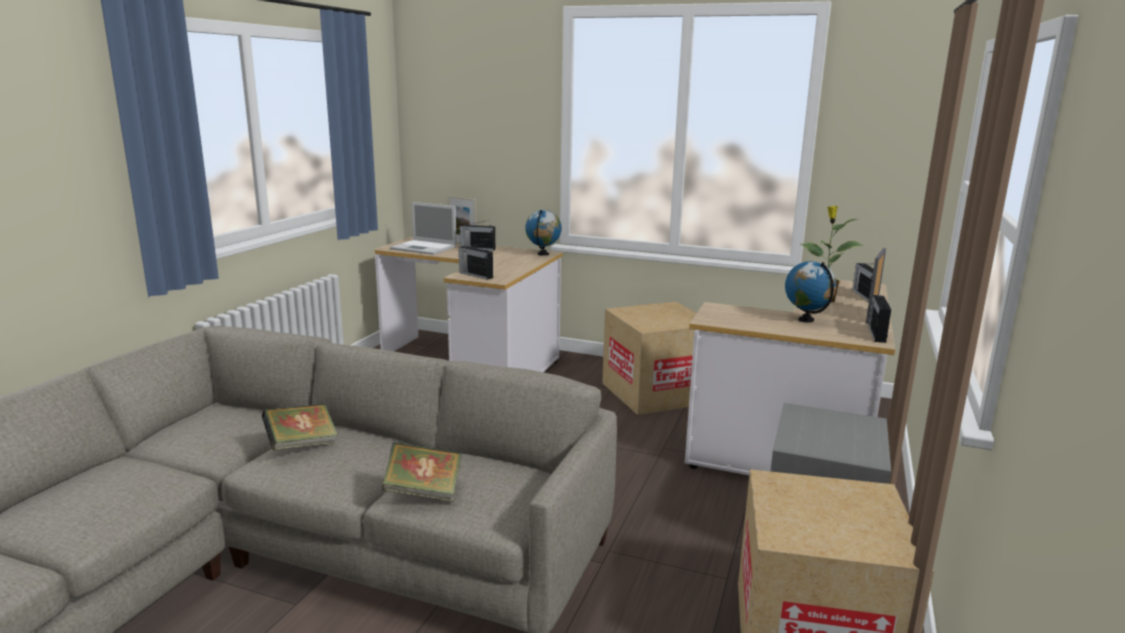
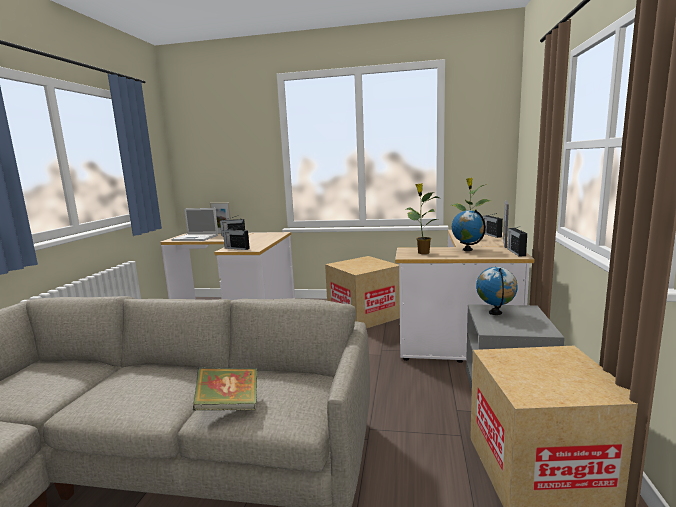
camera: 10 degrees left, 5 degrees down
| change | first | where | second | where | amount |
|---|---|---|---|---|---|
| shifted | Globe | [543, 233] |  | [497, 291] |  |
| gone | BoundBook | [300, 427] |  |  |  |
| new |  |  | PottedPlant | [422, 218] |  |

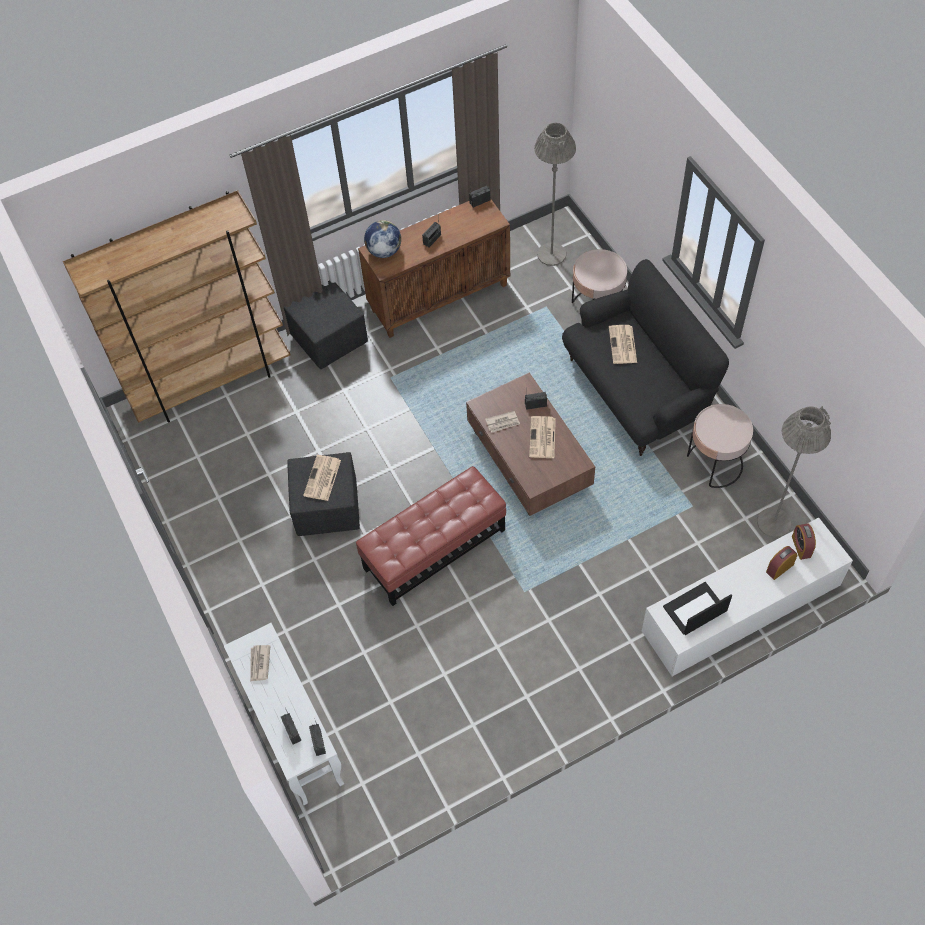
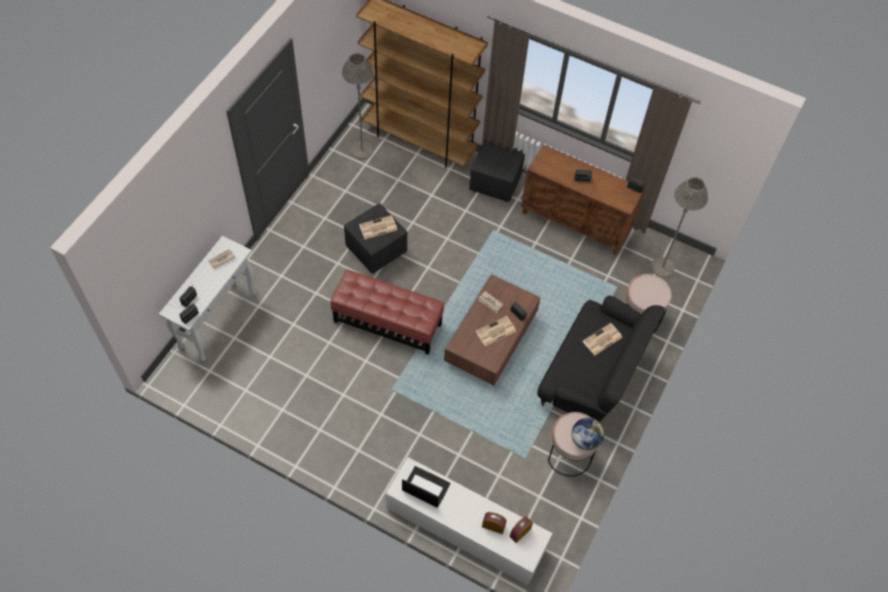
camera: 50 degrees right, 0 degrees up
| change | first | where | second | where | amount |
|---|---|---|---|---|---|
| shifted | Globe | [382, 239] |  | [587, 434] |  |
| shifted | GreyStandingLamp | [794, 472] |  | [357, 106] |  |

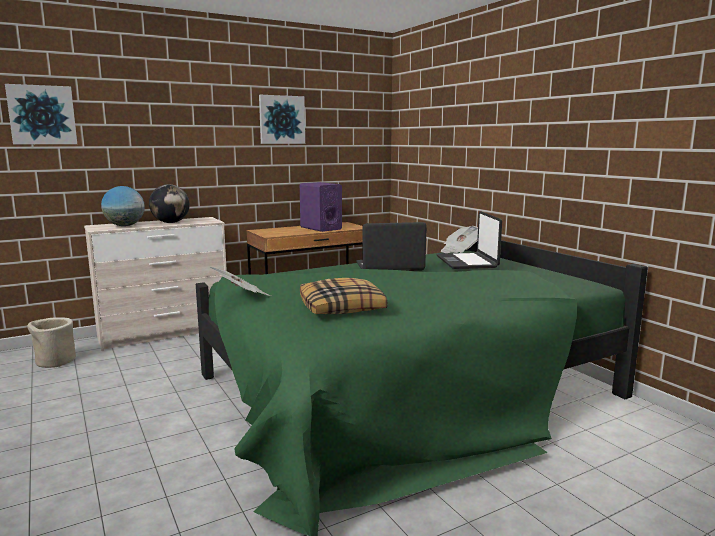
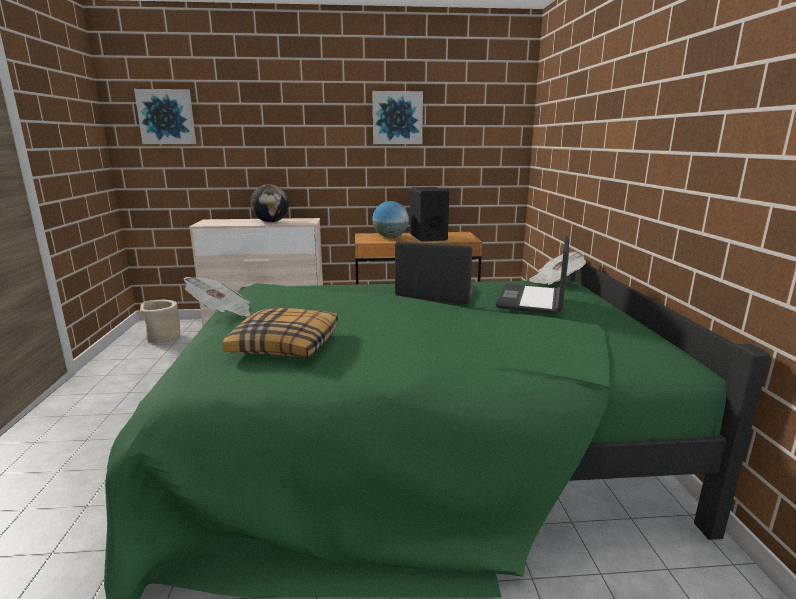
camera: 25 degrees right, 5 degrees up
| change | first | where | second | where | amount |
|---|---|---|---|---|---|
| repainted | PurpleSpeaker | [321, 207] | BlackishSpeaker | [429, 214] |  |
| shifted | Globe | [123, 206] |  | [390, 219] |  |

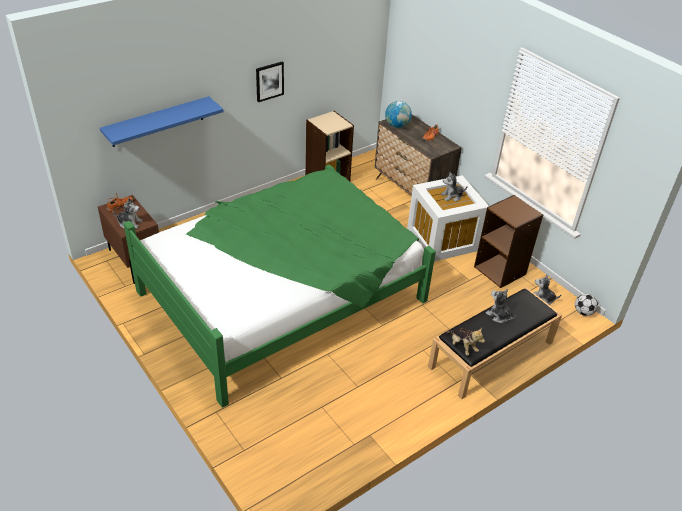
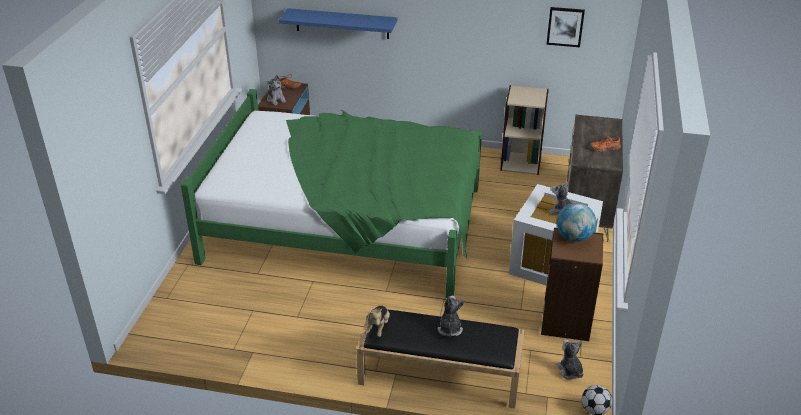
camera: 50 degrees right, 5 degrees down
| change | first | where | second | where | amount |
|---|---|---|---|---|---|
| shifted | Picture | [270, 81] |  | [565, 27] |  |
| shifted | Globe | [398, 114] |  | [576, 222] |  |

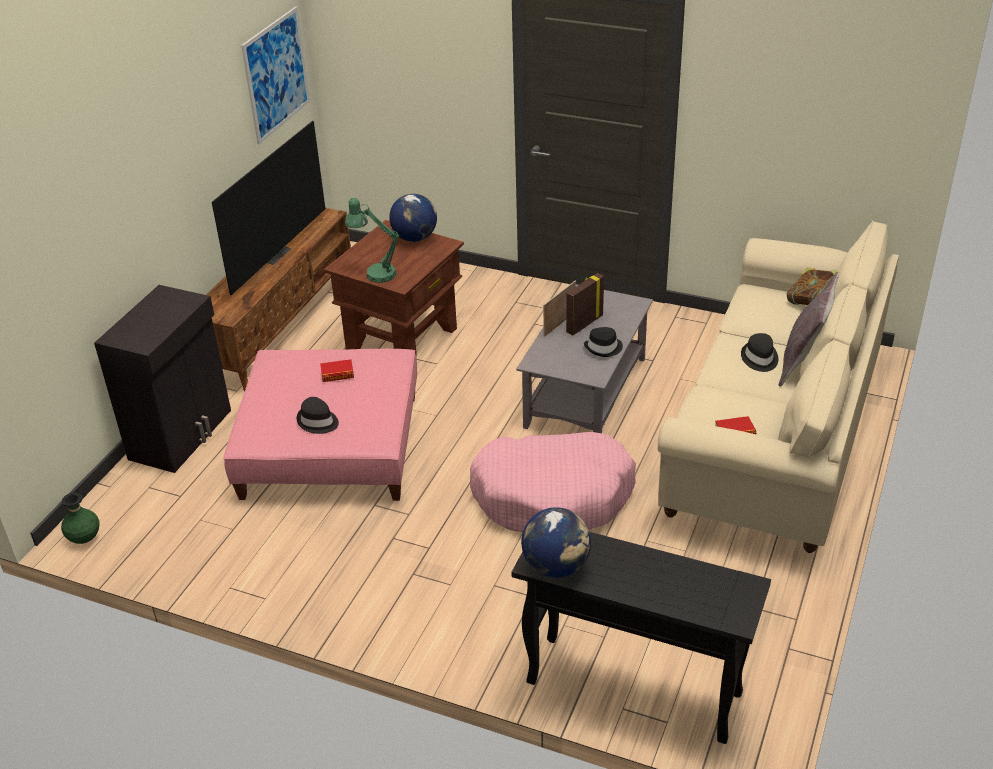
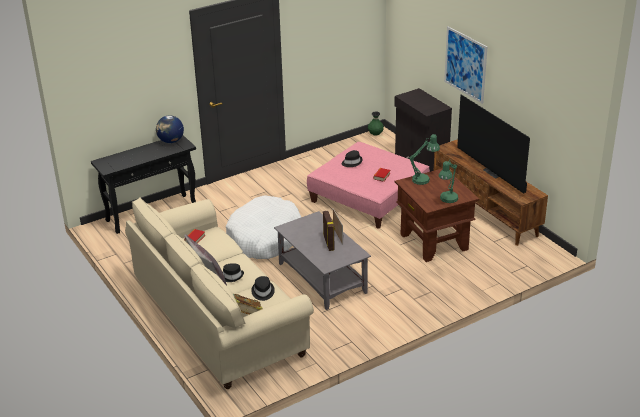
camera: 125 degrees right, 5 degrees down
| change | first | where | second | where | amount |
|---|---|---|---|---|---|
| shifted | Picture | [275, 75] |  | [465, 65] |  |
| swapped | Globe | [413, 218] | GreenColouredTableLamp | [448, 182] |  |
| shifted | BlackishHat | [603, 342] |  | [263, 288] |  |
| repainted | PinkishDogCushion | [553, 482] | WhiteColouredDogCushion | [263, 227] |  |

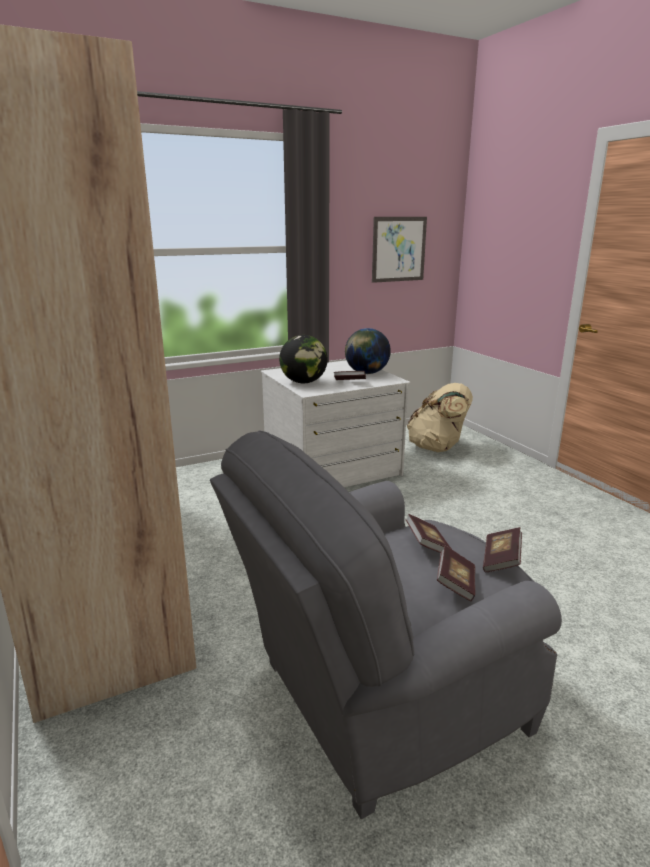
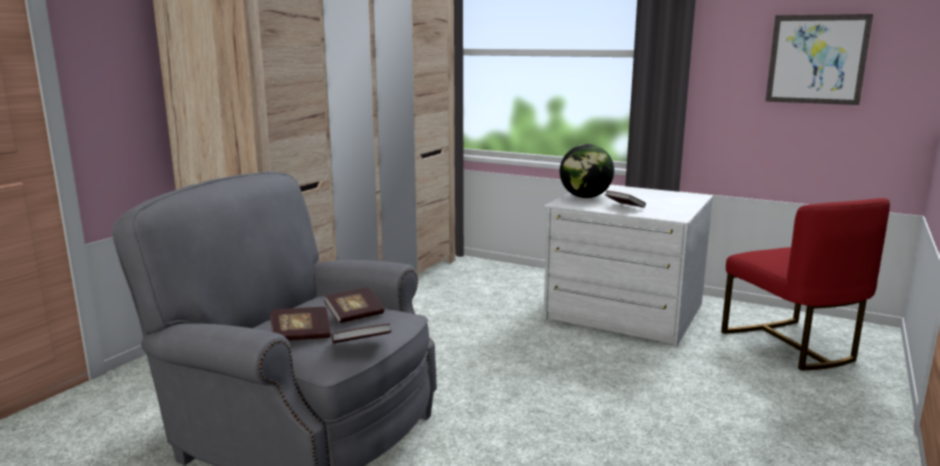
camera: 55 degrees right, 5 degrees down
| change | first | where | second | where | amount |
|---|---|---|---|---|---|
| gone | Globe | [368, 351] |  |  |  |
| swapped | BeigeColouredRucksack | [440, 417] | ReddishChair | [805, 284] |  |

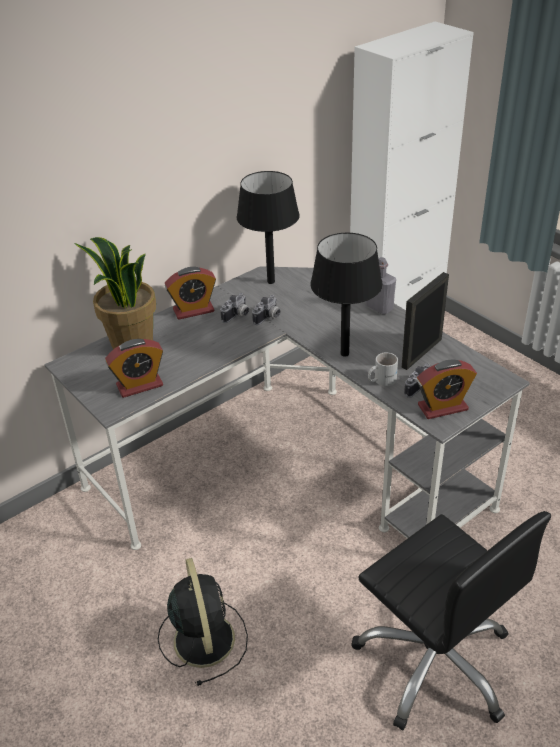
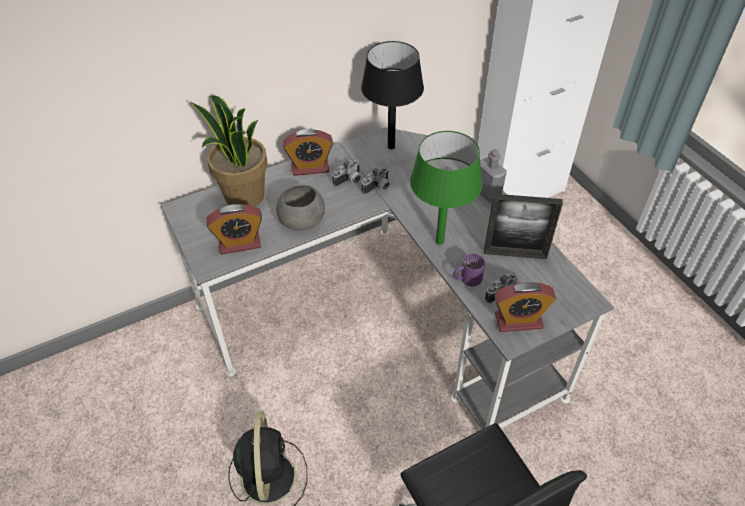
camera: 10 degrees right, 10 degrees up
| change | first | where | second | where | amount |
|---|---|---|---|---|---|
| repainted | BlackishTableLamp | [346, 295] | GreenColouredTableLamp | [446, 188] |  |
| rotated | PhotoFrame | [425, 321] |  | [523, 226] | 135 degrees counterclockwise |
| repainted | WhiteColouredMug | [383, 369] | PurpleMug | [469, 270] |  |
| new |  |  | GreyServingBowl | [300, 207] |  |

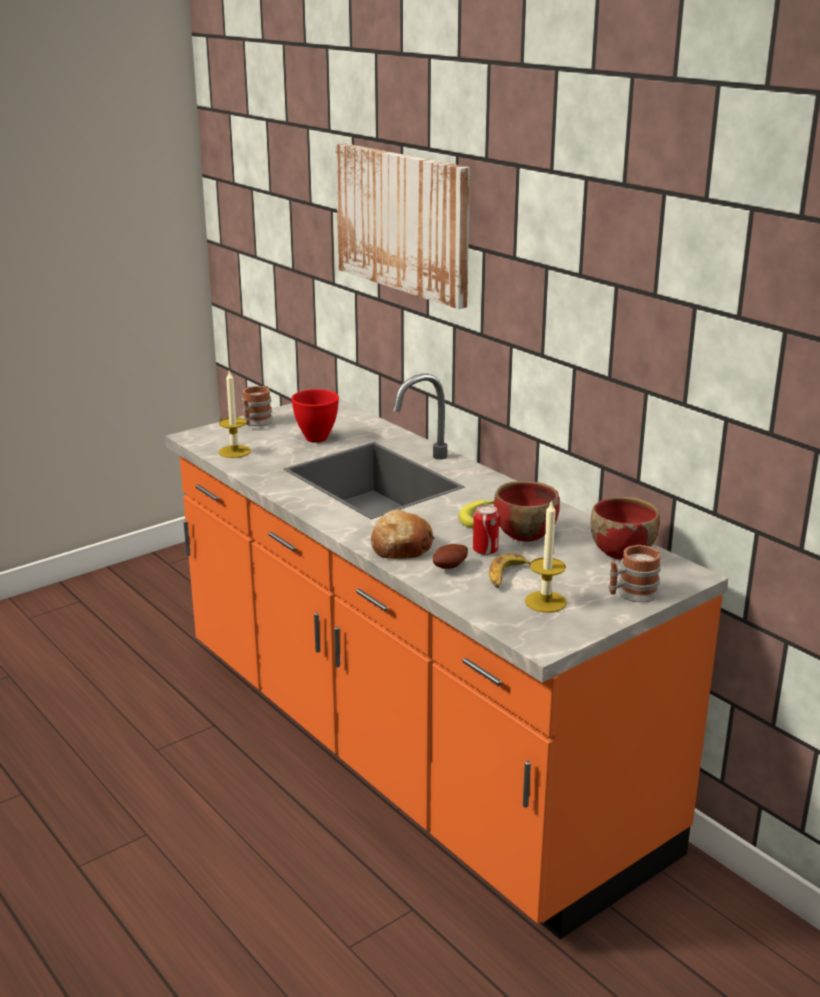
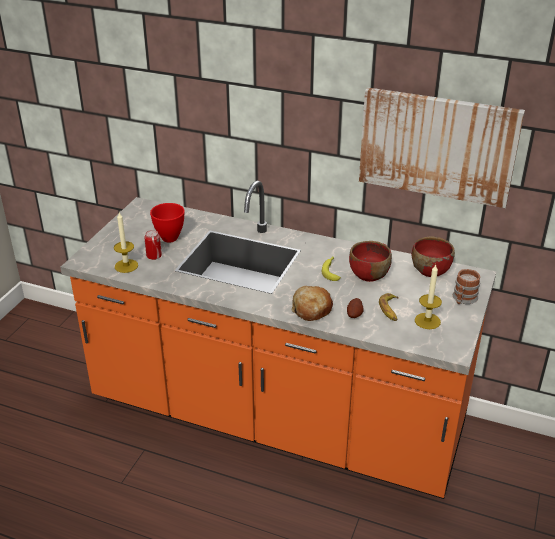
camera: 30 degrees left, 10 degrees up
| change | first | where | second | where | amount |
|---|---|---|---|---|---|
| shifted | Picture | [402, 226] |  | [442, 147] |  |
| gone | Mug | [257, 406] |  |  |  |
| shifted | Can | [486, 530] |  | [153, 245] |  |

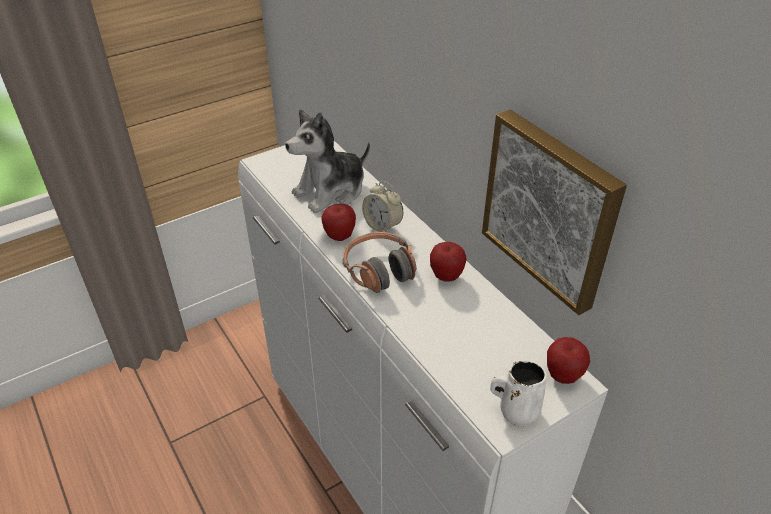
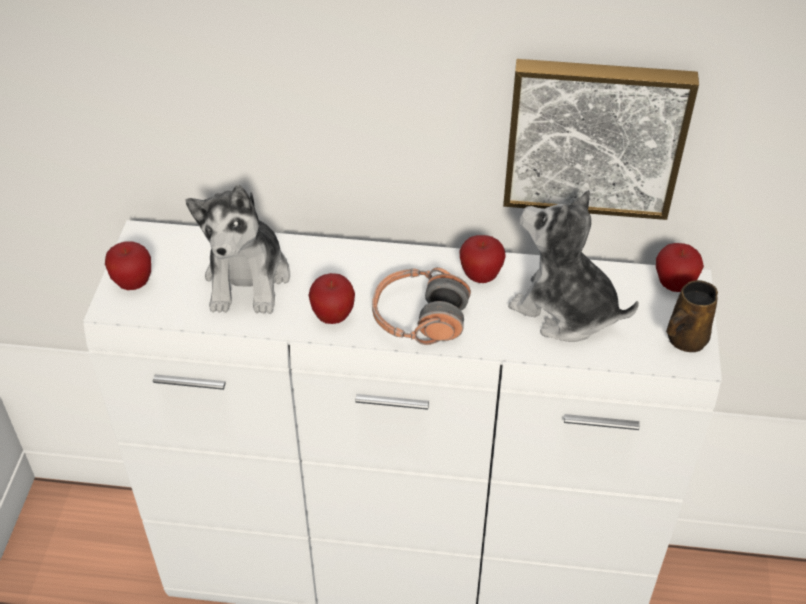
camera: 50 degrees left, 5 degrees up
| change | first | where | second | where | amount |
|---|---|---|---|---|---|
| gone | TableClock | [382, 207] |  |  |  |
| repainted | WhiteColouredMug | [518, 393] | BrownishMug | [692, 316] |  |
| new |  |  | SoftToy | [573, 266] |  |
| new |  |  | AppleFruit | [128, 266] |  |

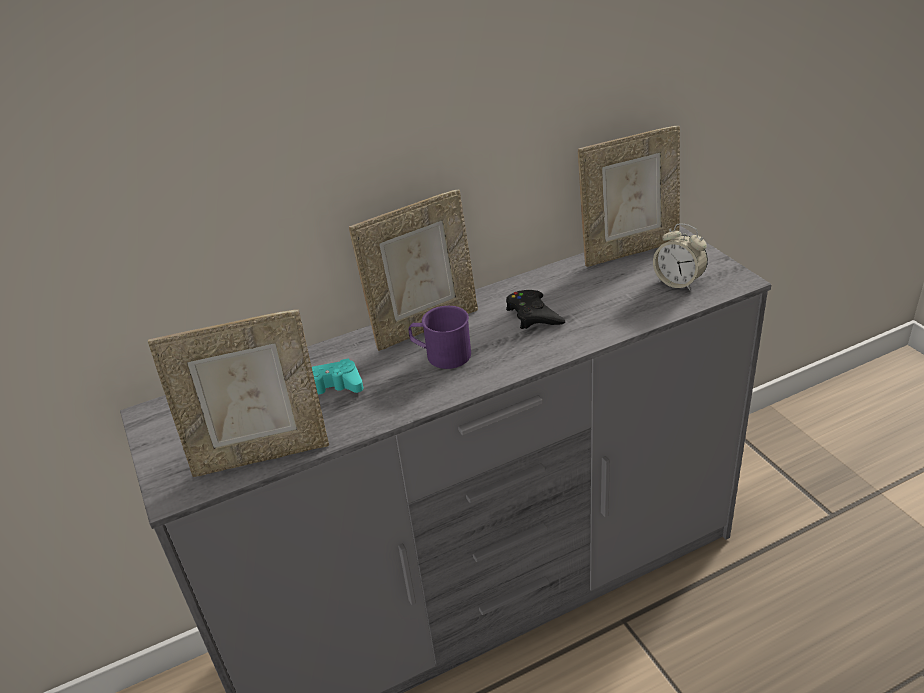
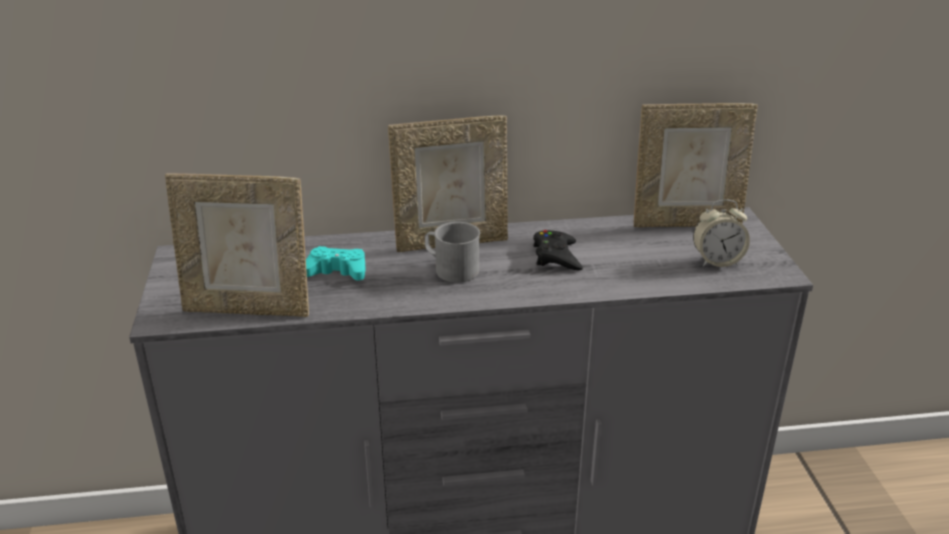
camera: 15 degrees right, 5 degrees down
| change | first | where | second | where | amount |
|---|---|---|---|---|---|
| rotated | TableClock | [680, 257] |  | [721, 233] | 60 degrees counterclockwise |
| repainted | PurpleMug | [439, 337] | GreyMug | [452, 252] |  |

